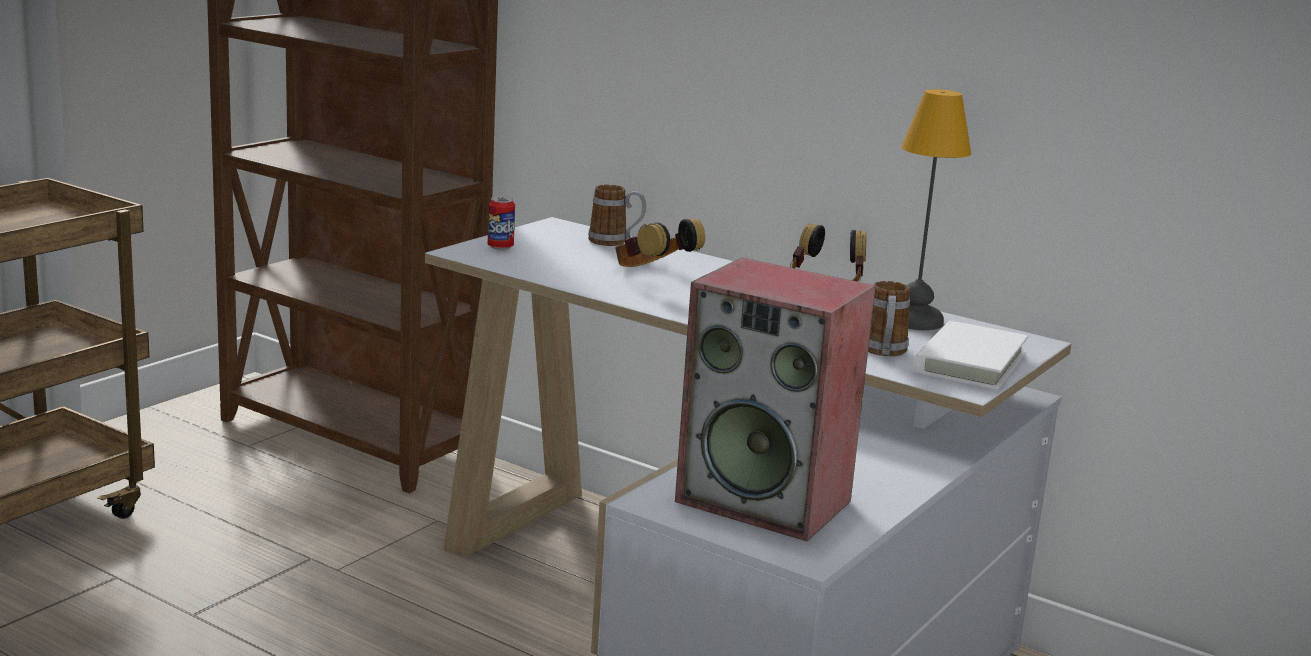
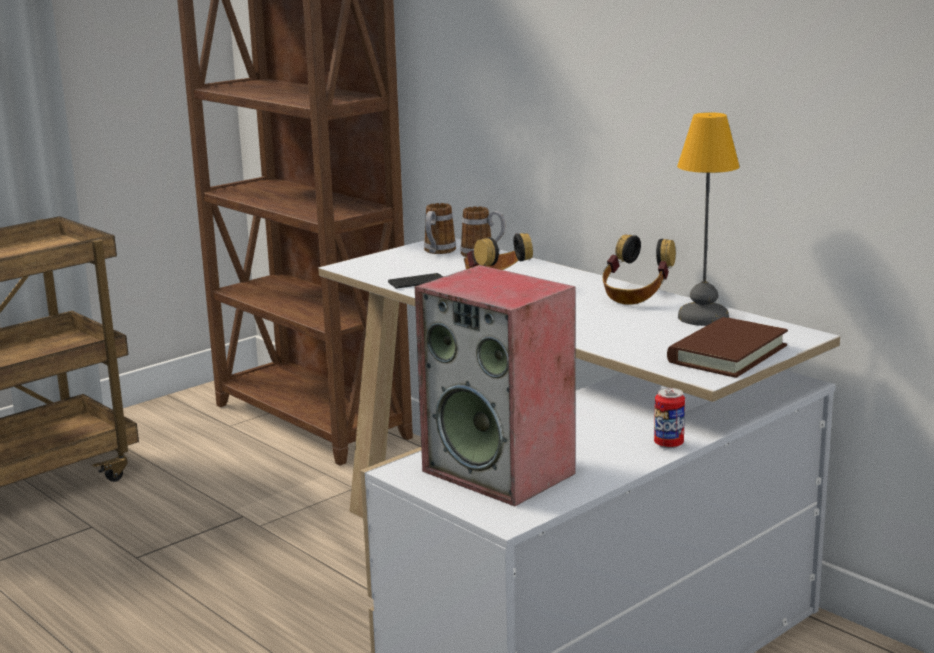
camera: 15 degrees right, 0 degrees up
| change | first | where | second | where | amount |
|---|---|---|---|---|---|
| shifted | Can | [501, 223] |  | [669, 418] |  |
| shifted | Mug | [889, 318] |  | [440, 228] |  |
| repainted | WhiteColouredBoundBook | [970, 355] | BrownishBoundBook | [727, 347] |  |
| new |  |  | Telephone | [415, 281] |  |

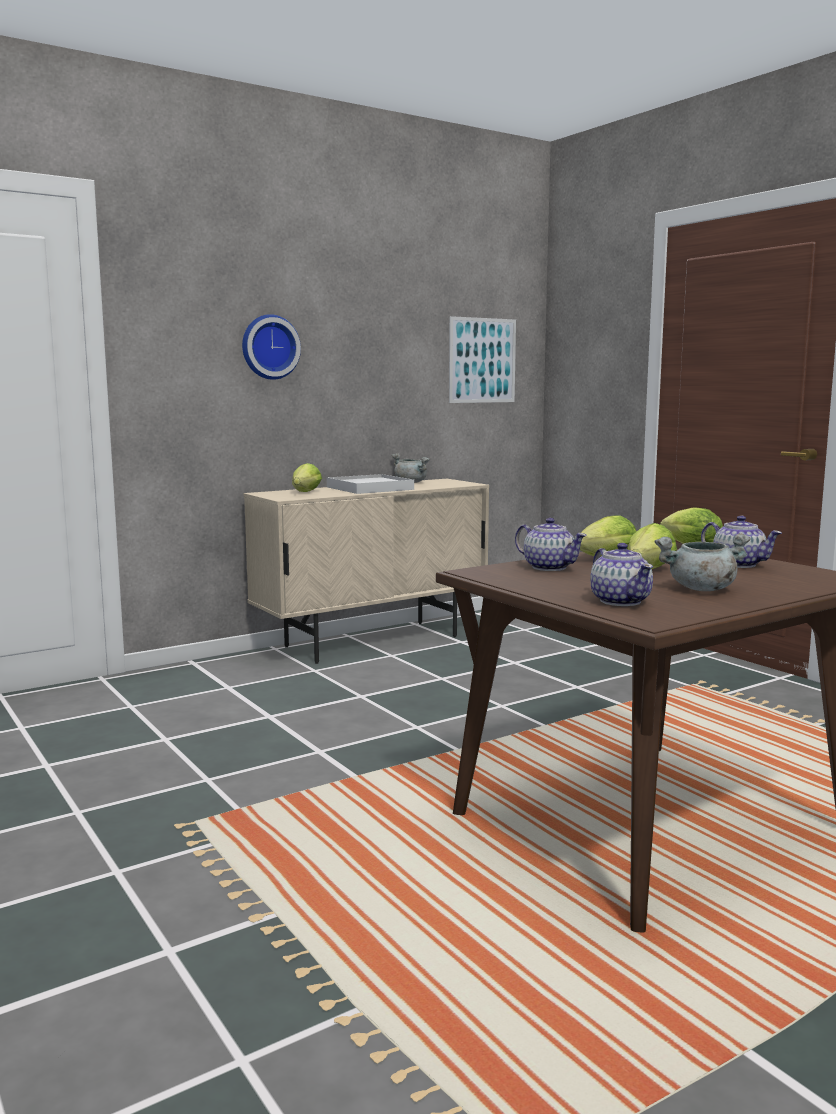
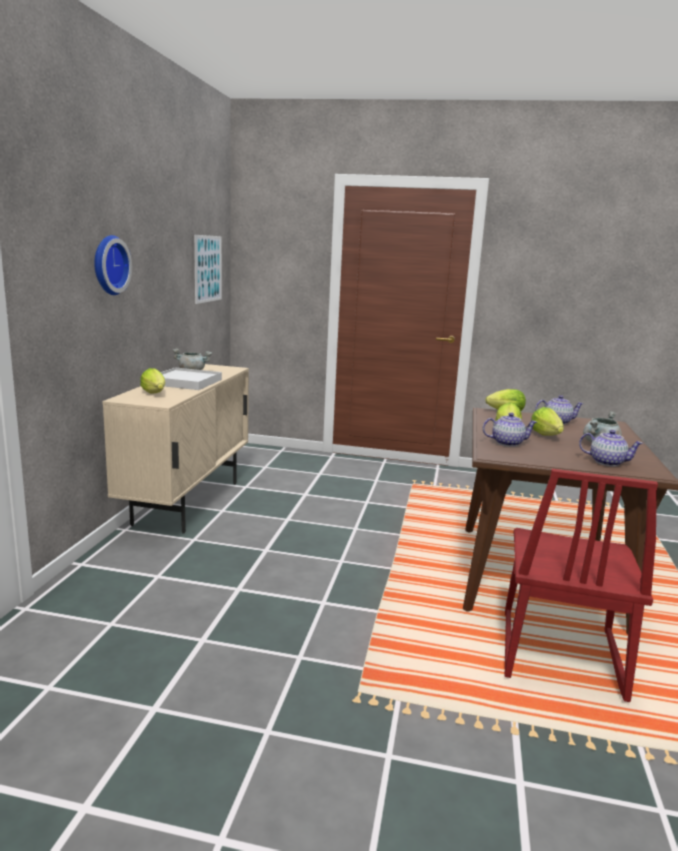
camera: 45 degrees left, 5 degrees up
| change | first | where | second | where | amount |
|---|---|---|---|---|---|
| new |  |  | ReddishChair | [581, 585] |  |

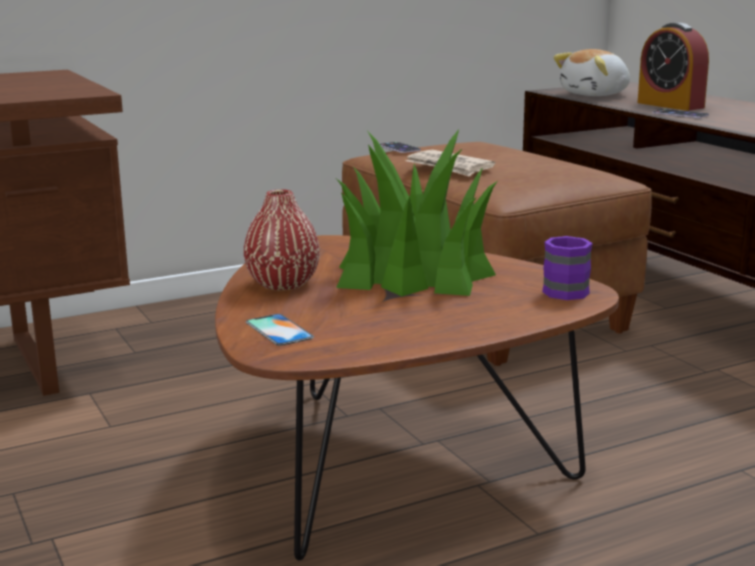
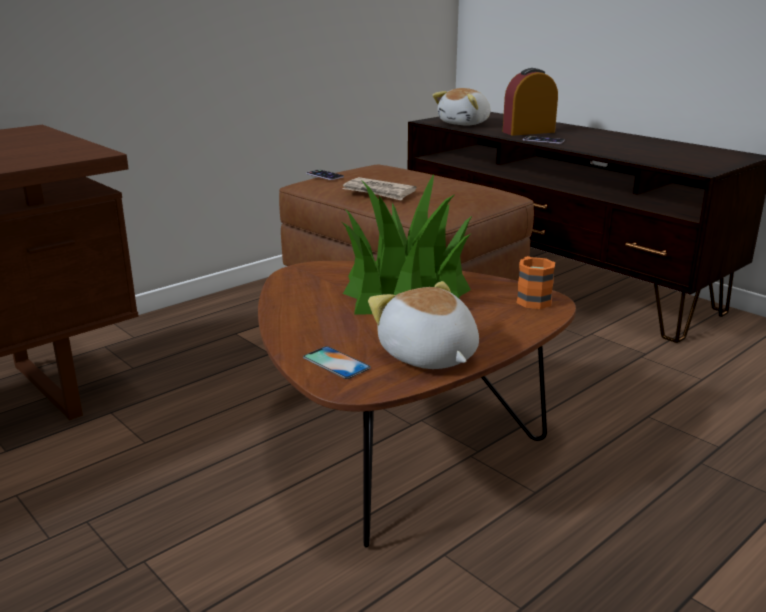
camera: 15 degrees left, 5 degrees up
| change | first | where | second | where | amount |
|---|---|---|---|---|---|
| rotated | TableClock | [673, 66] |  | [530, 102] | 120 degrees clockwise |
| gone | ReddishDecorativeVase | [281, 239] |  |  |  |
| repainted | PurpleMug | [567, 268] | OrangeMug | [535, 282] |  |
| new |  |  | SoftToy | [423, 325] |  |

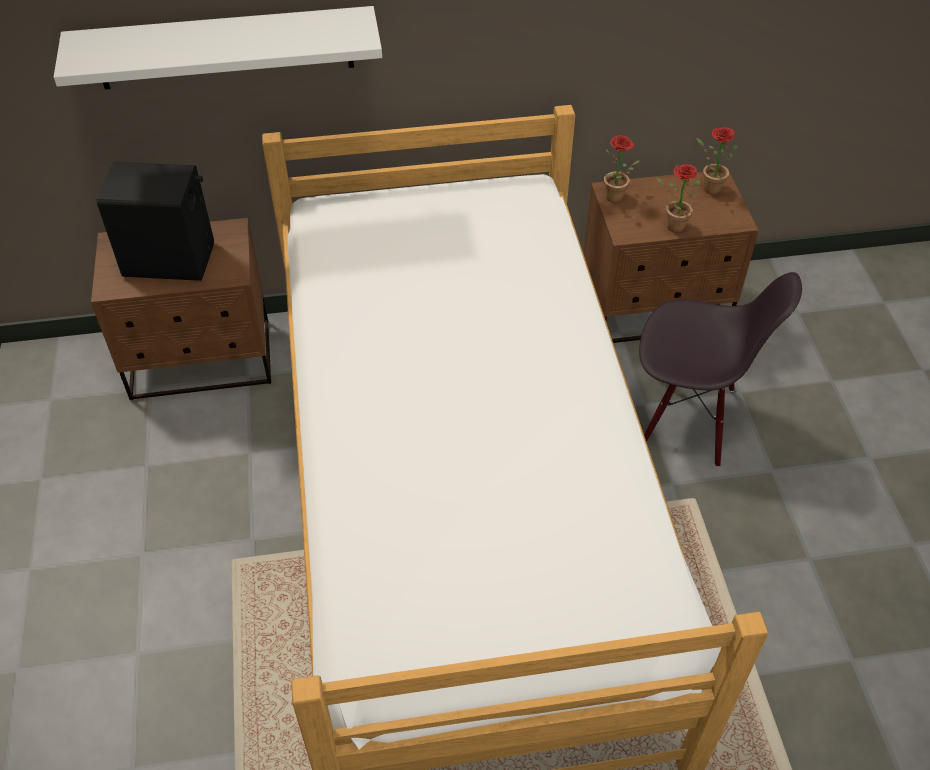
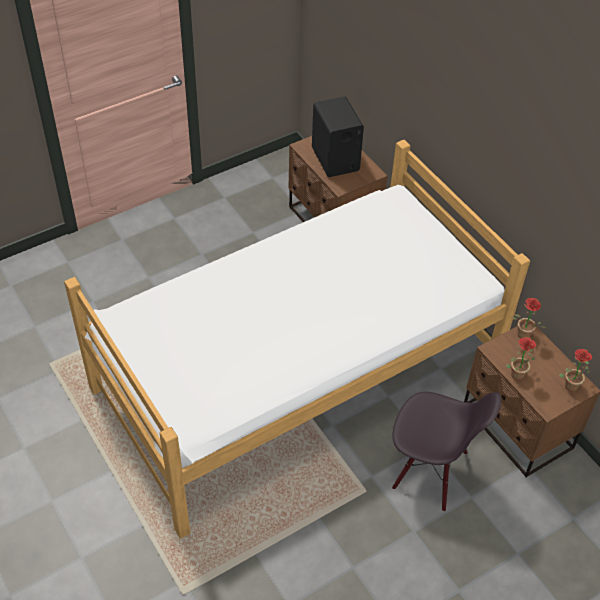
camera: 65 degrees right, 0 degrees up
| change | first | where | second | where | amount |
|---|---|---|---|---|---|
| gone | WhiteColouredBracketShelf | [218, 47] |  |  |  |
| rotated | BlackishChair | [720, 369] |  | [446, 452] | 60 degrees counterclockwise |

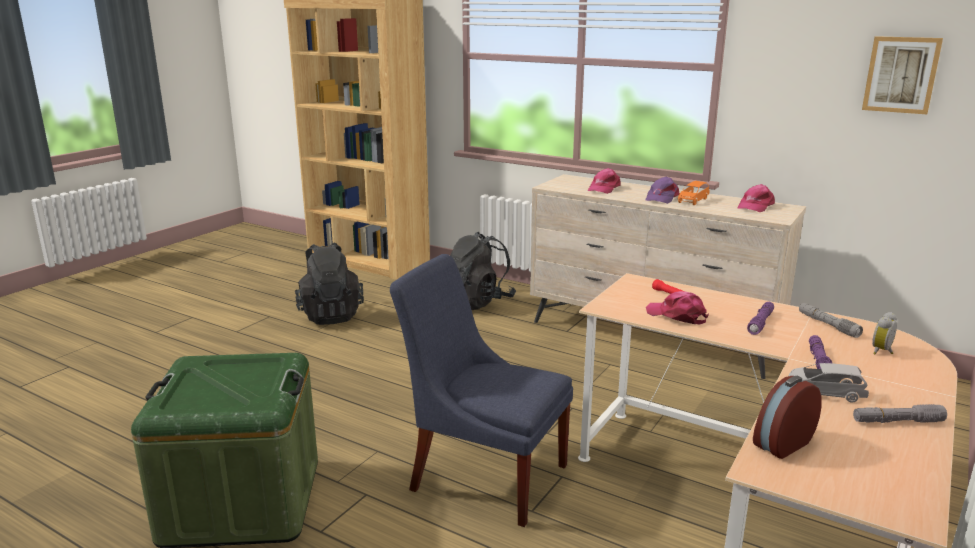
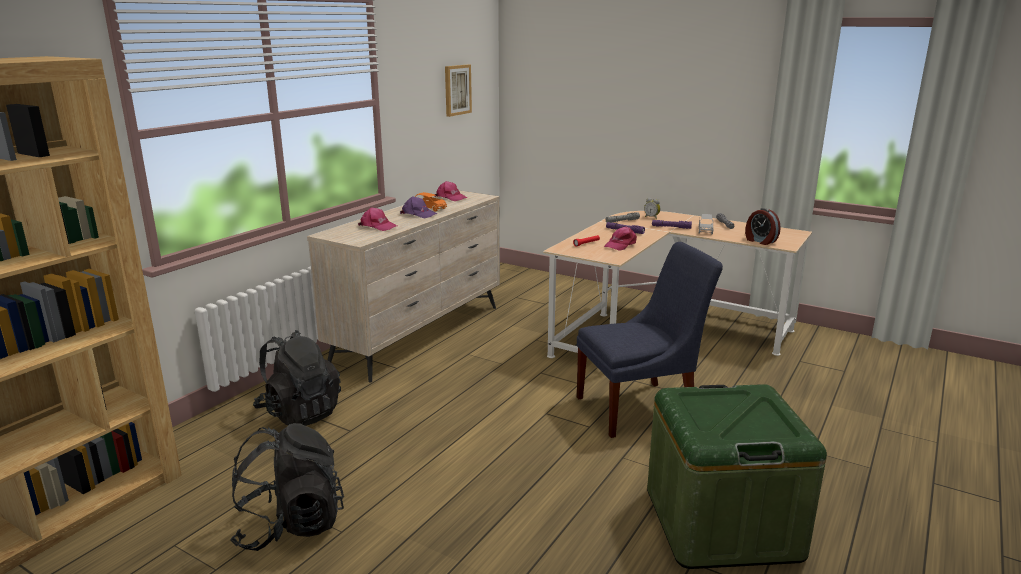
camera: 90 degrees left, 0 degrees up
| change | first | where | second | where | amount |
|---|---|---|---|---|---|
| rotated | BluishChair | [481, 390] |  | [650, 340] | 135 degrees counterclockwise |

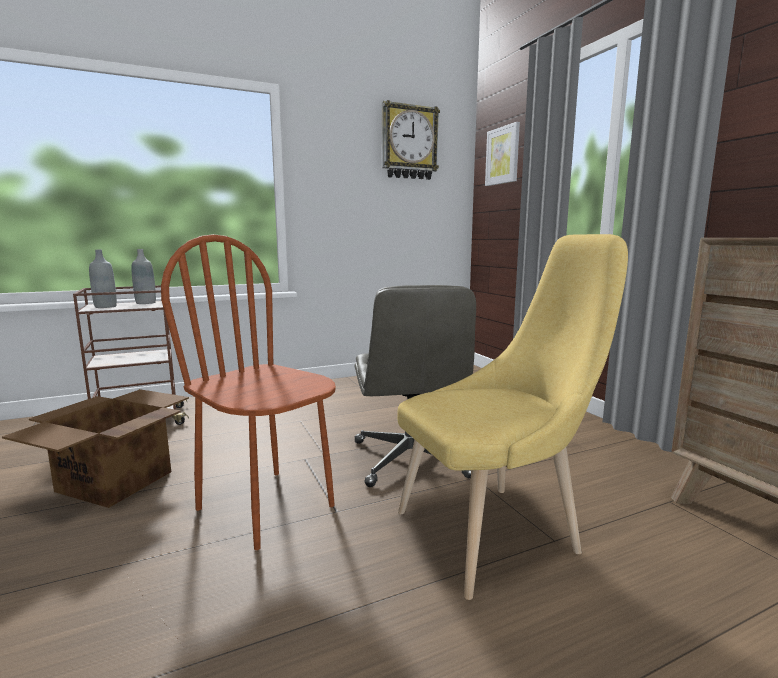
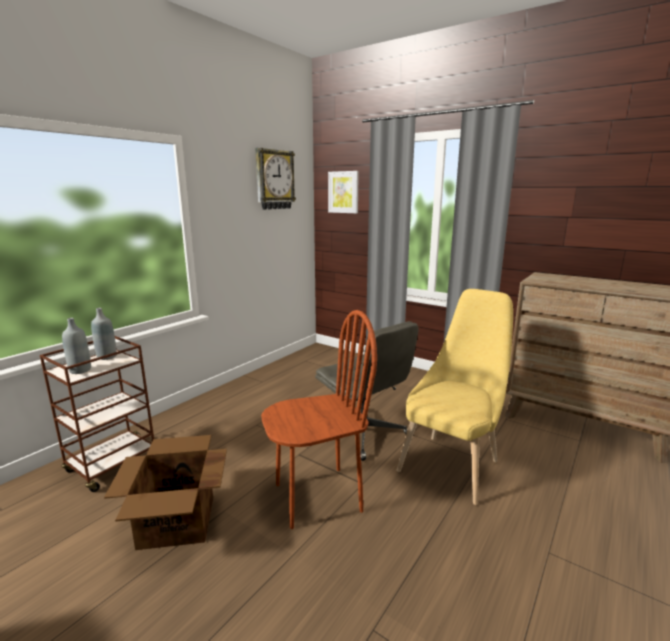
camera: 30 degrees left, 5 degrees up
| change | first | where | second | where | amount |
|---|---|---|---|---|---|
| rotated | BrownishChair | [248, 392] |  | [319, 419] | 150 degrees clockwise |

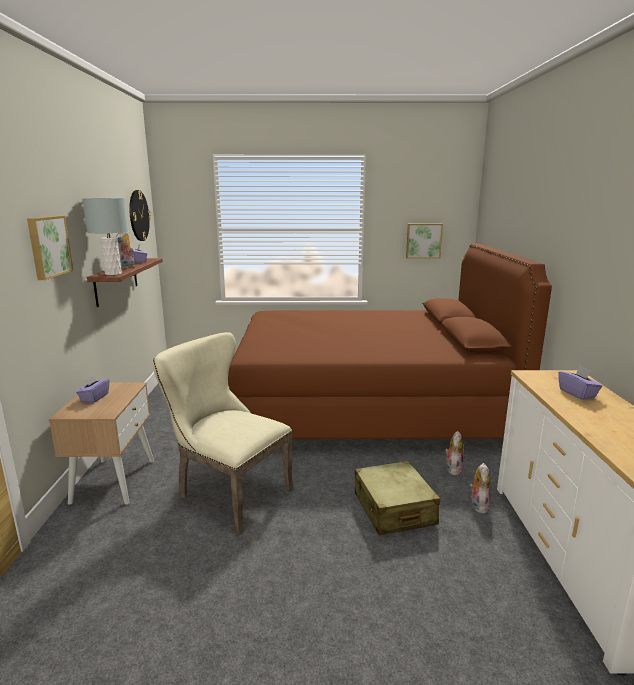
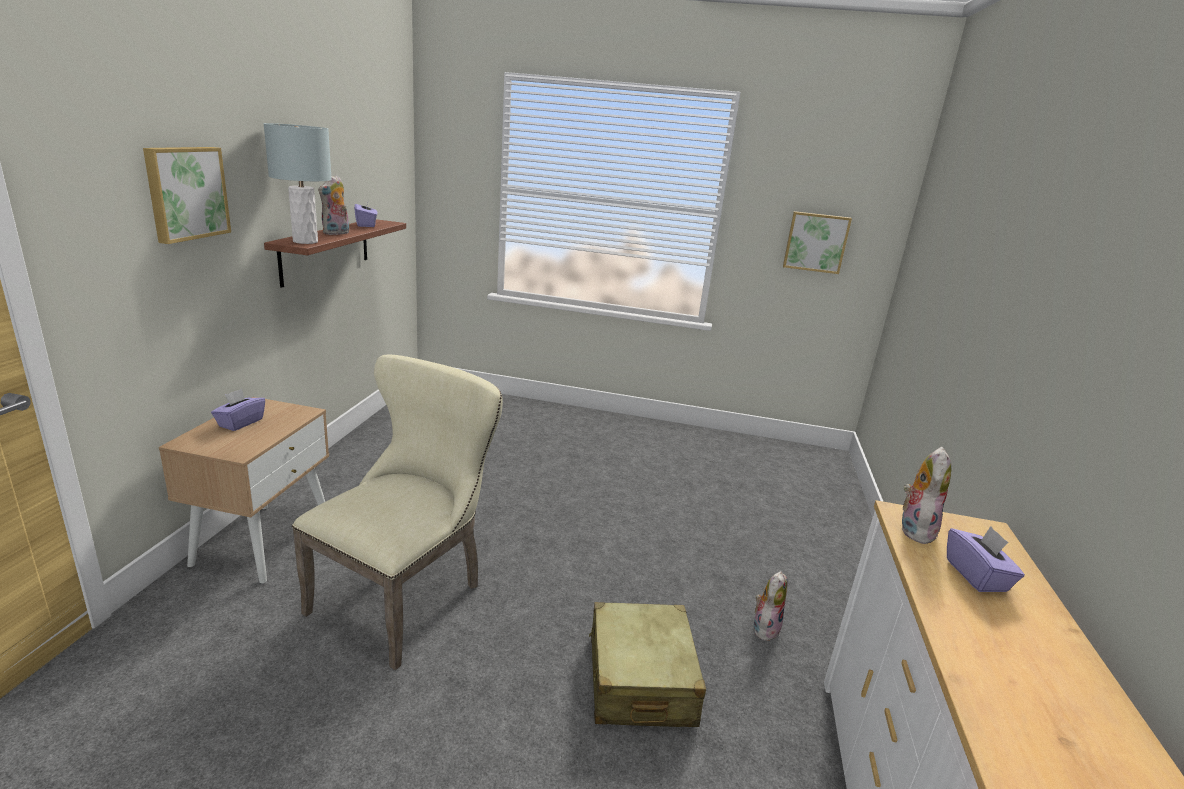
camera: 10 degrees right, 5 degrees up
| change | first | where | second | where | amount |
|---|---|---|---|---|---|
| gone | HangingClock | [140, 215] |  |  |  |
| gone | BrownishBed | [390, 341] |  |  |  |
| rotated | BeigeColouredChair | [223, 433] |  | [397, 512] | 75 degrees clockwise |
| shifted | SoftToy | [479, 488] |  | [926, 496] |  |

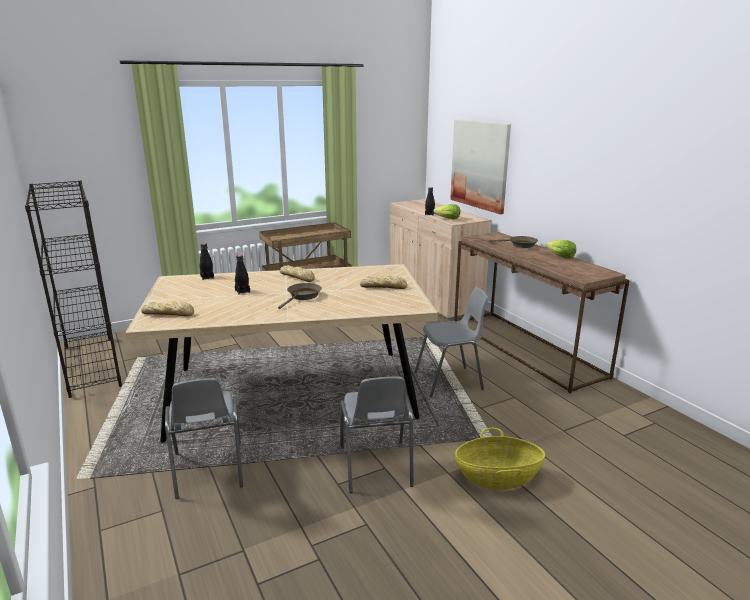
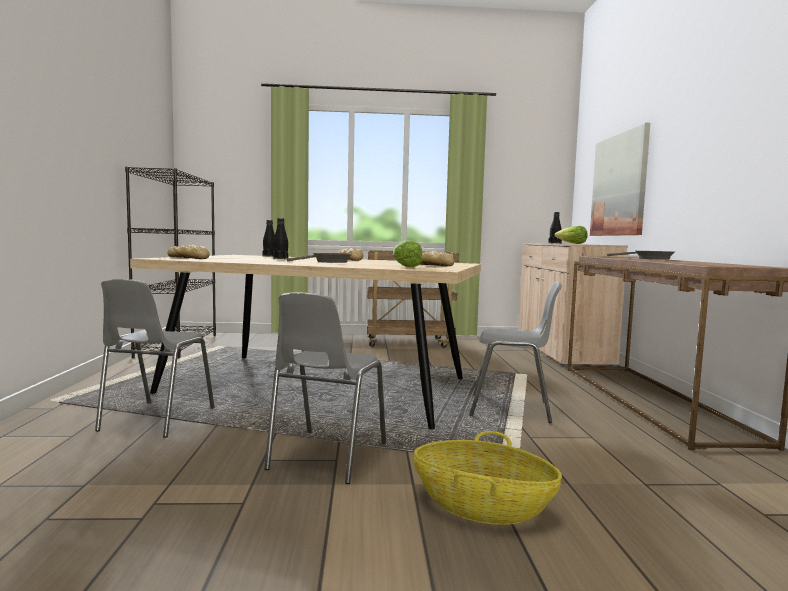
camera: 25 degrees right, 15 degrees down
| change | first | where | second | where | amount |
|---|---|---|---|---|---|
| shifted | Lettuce | [561, 249] |  | [408, 253] |  |

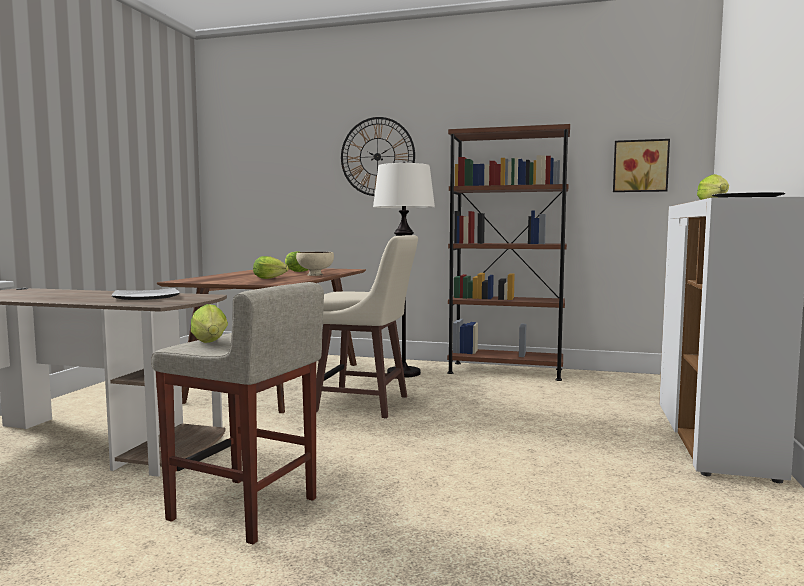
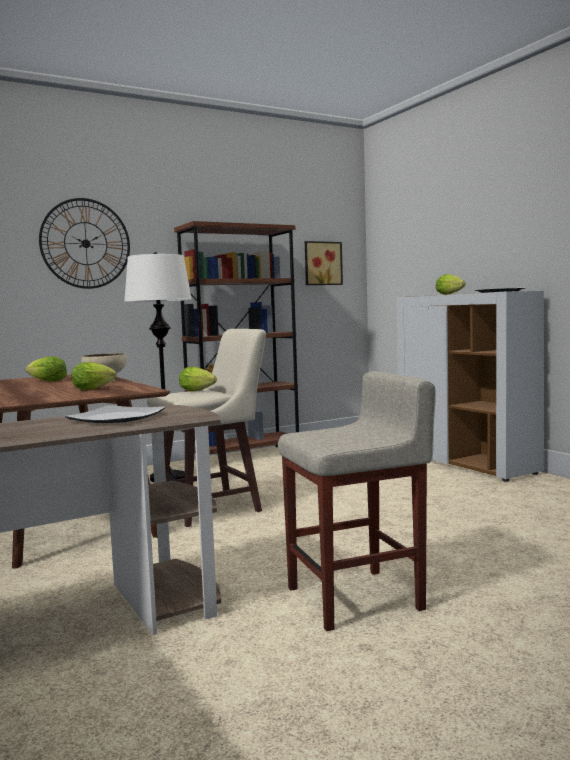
camera: 45 degrees left, 0 degrees up
| change | first | where | second | where | amount |
|---|---|---|---|---|---|
| shifted | Lettuce | [209, 323] |  | [198, 379] |  |

